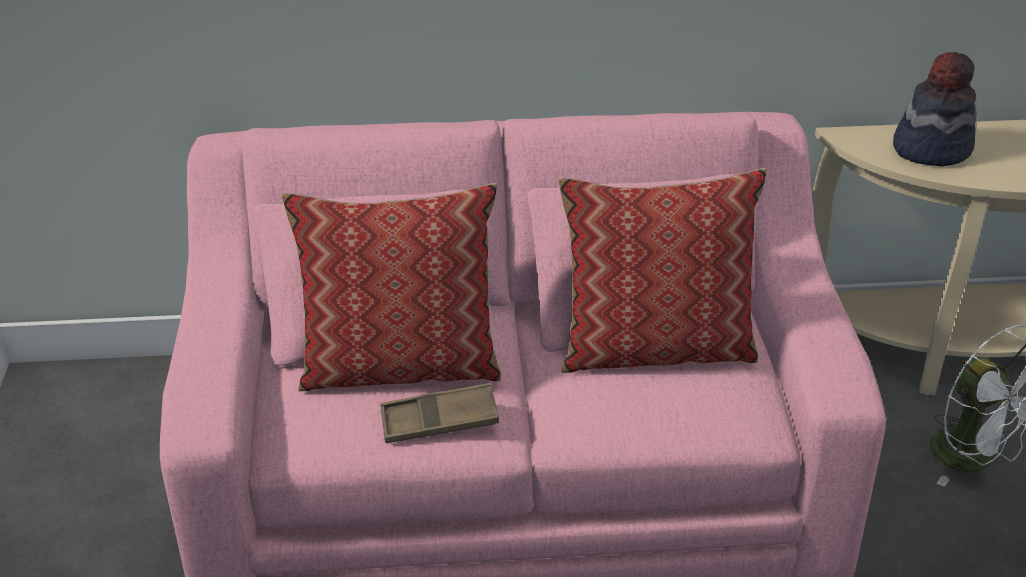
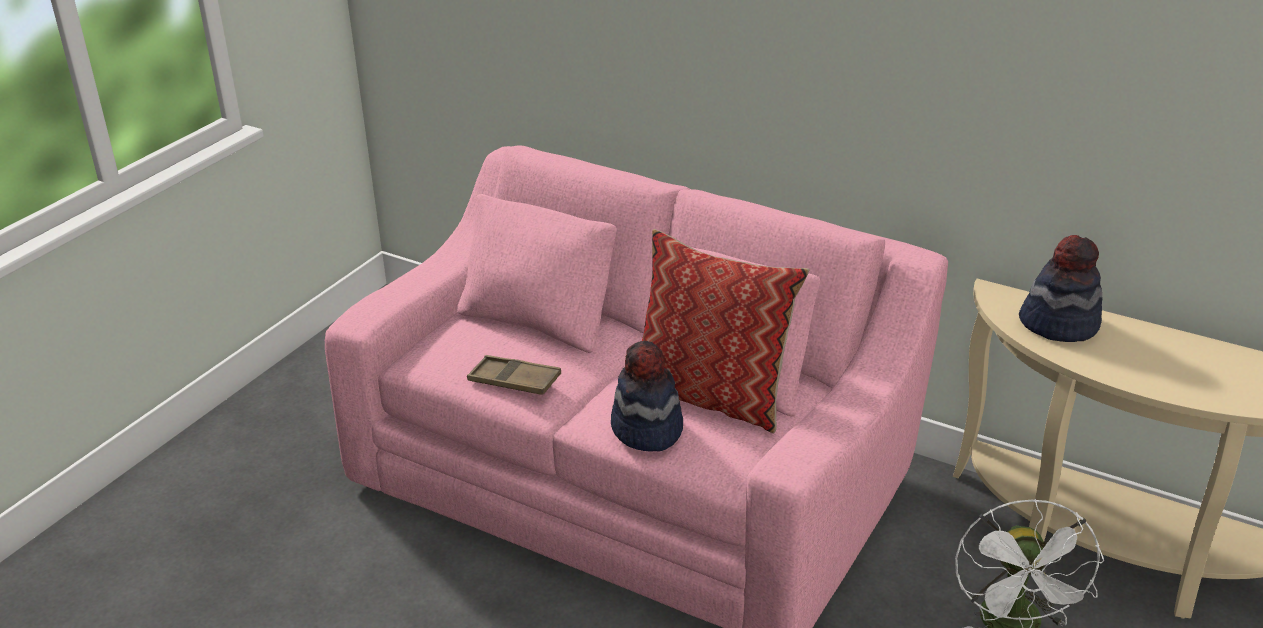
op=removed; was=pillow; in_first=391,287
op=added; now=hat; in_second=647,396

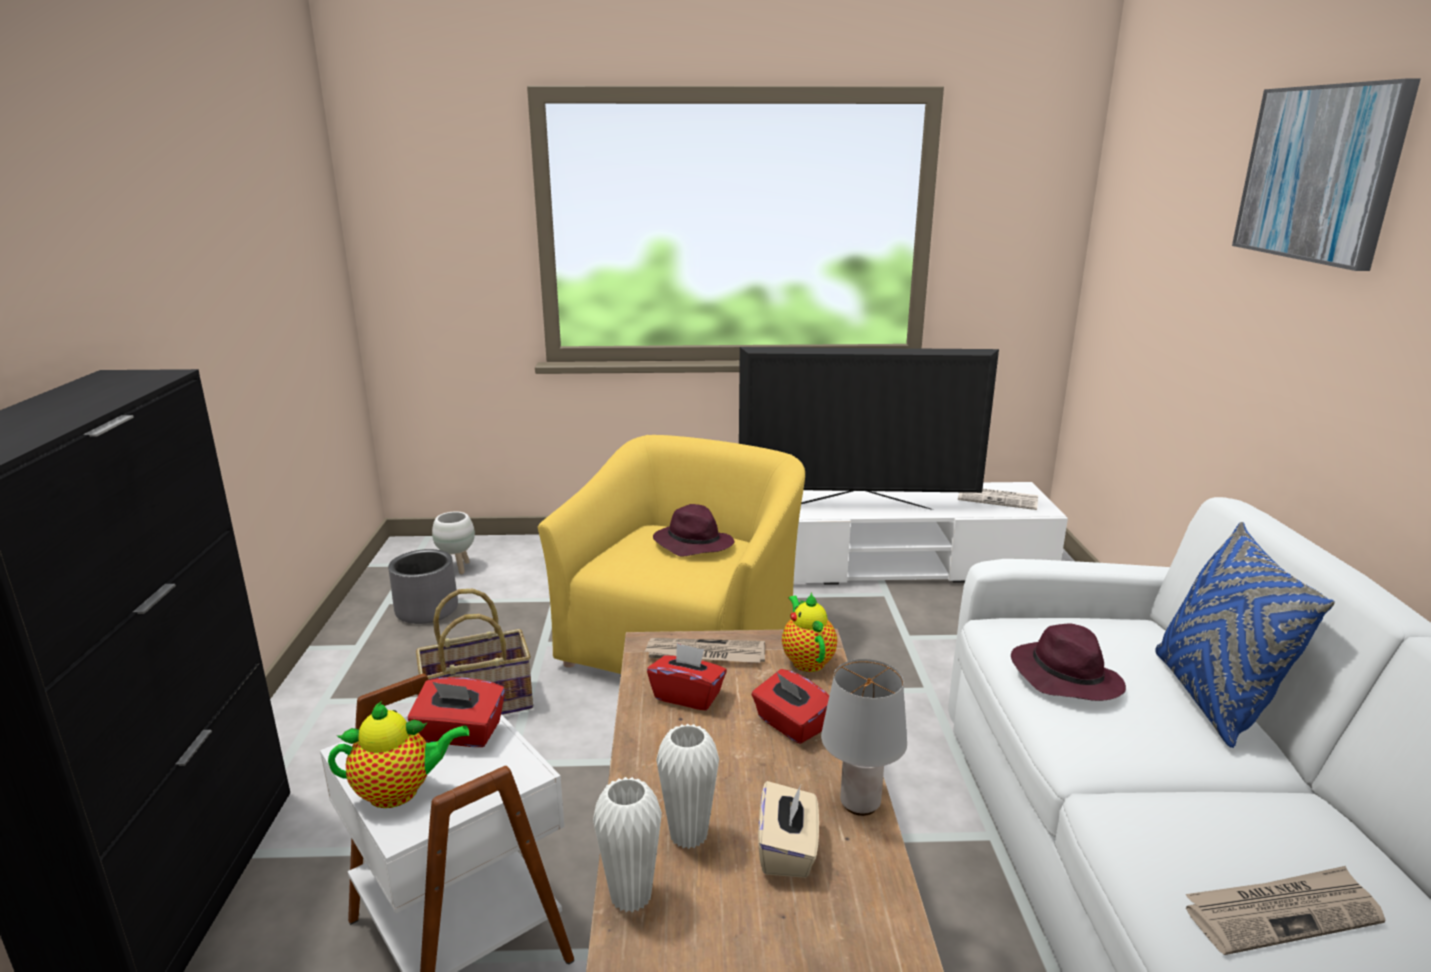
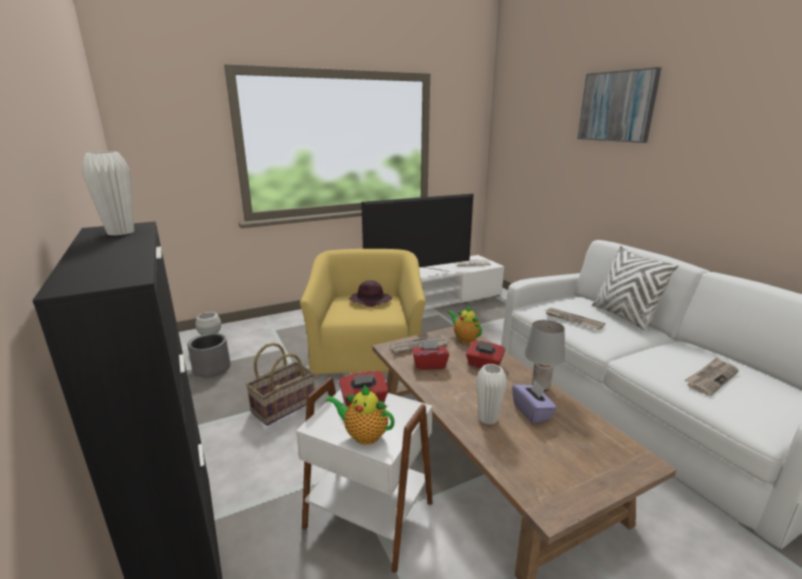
op=recoloured; was=blue pillow; now=white pillow; in_first=1245,635; in_second=635,288
op=replaced; was=purple hat; now=newspaper; in_first=1068,662; in_second=575,319
op=turned; was=teapot; in_first=398,754; in_second=360,415; clockwise=-120
op=moved; was=white vase; in_first=627,844; in_second=108,194
op=recoloured; was=beige tissue box; now=purple tissue box; in_first=788,829; in_second=534,402

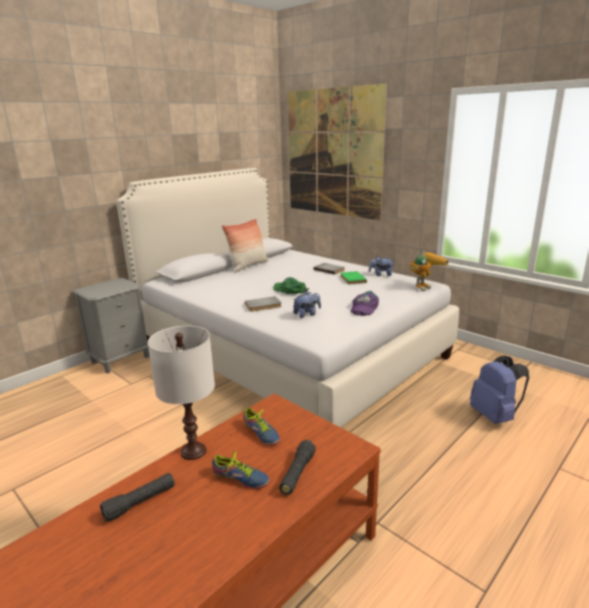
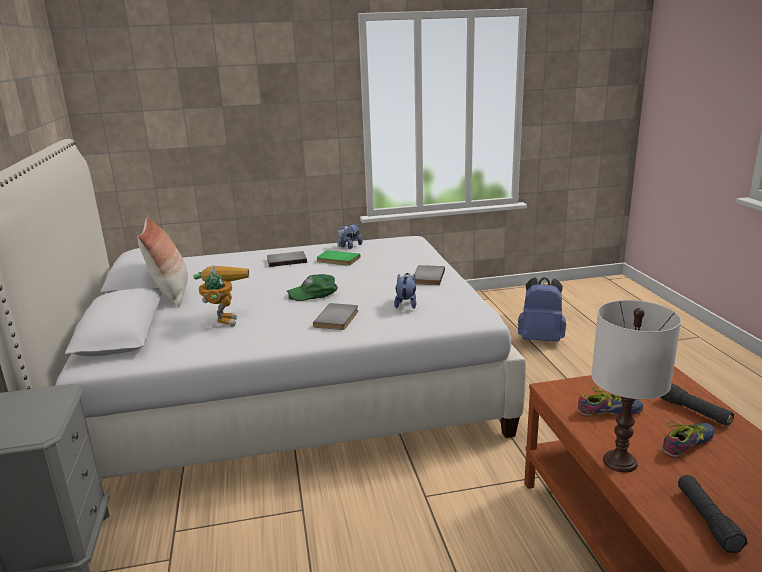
op=removed; was=picture; in_first=337,152
op=moved; was=toy robot; in_first=429,271; in_second=221,296
op=replaced; was=purple cap; now=grey book; in_first=364,303; in_second=429,275

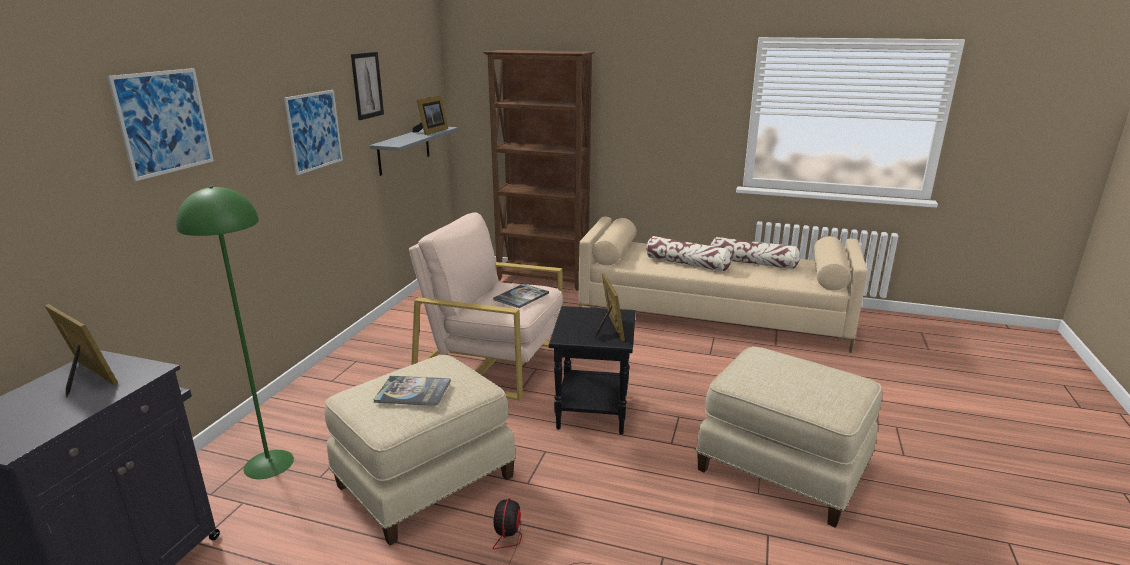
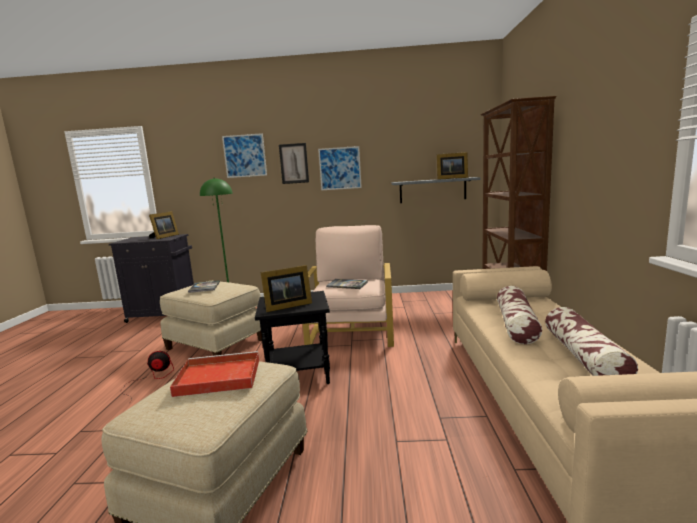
op=moved; was=picture; in_first=367,86; in_second=294,163
op=added; now=red tray; in_second=214,374

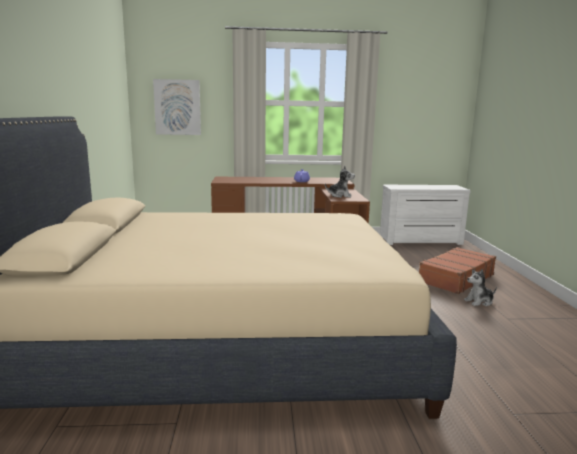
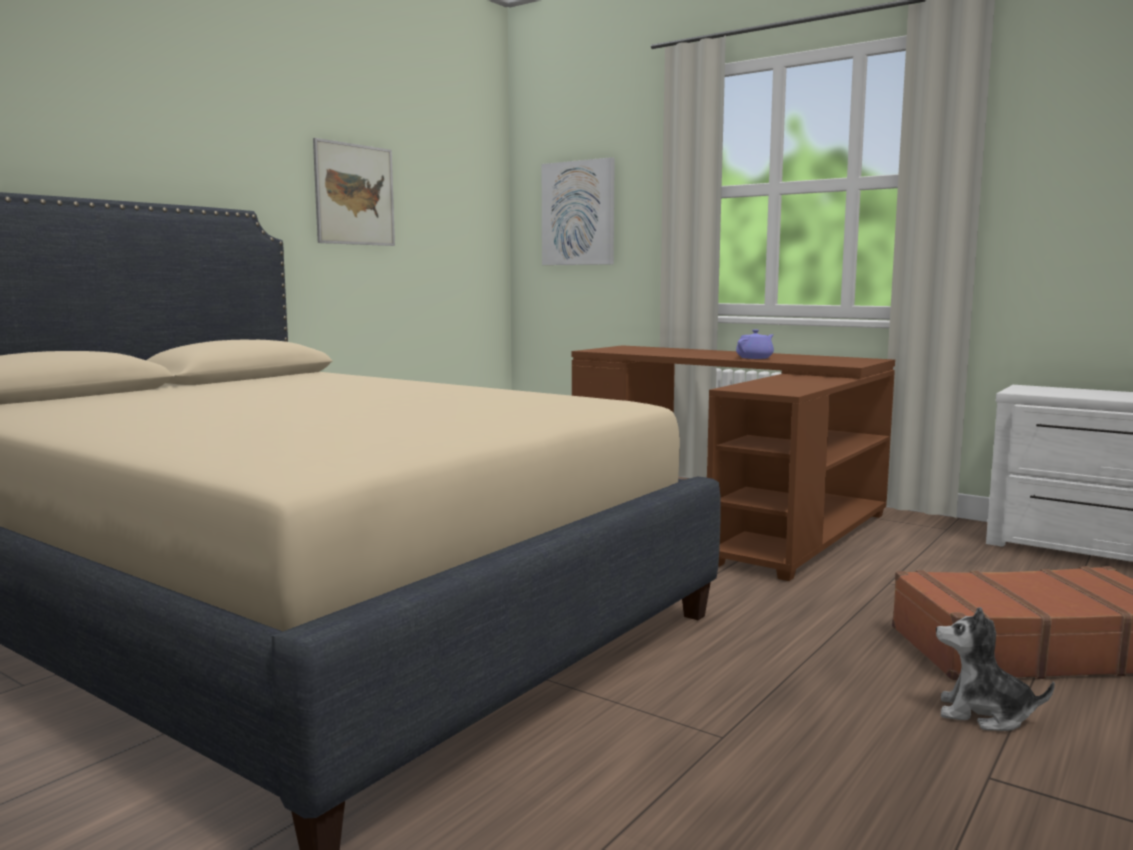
op=removed; was=plush toy; in_first=340,182
op=added; now=picture; in_second=354,192

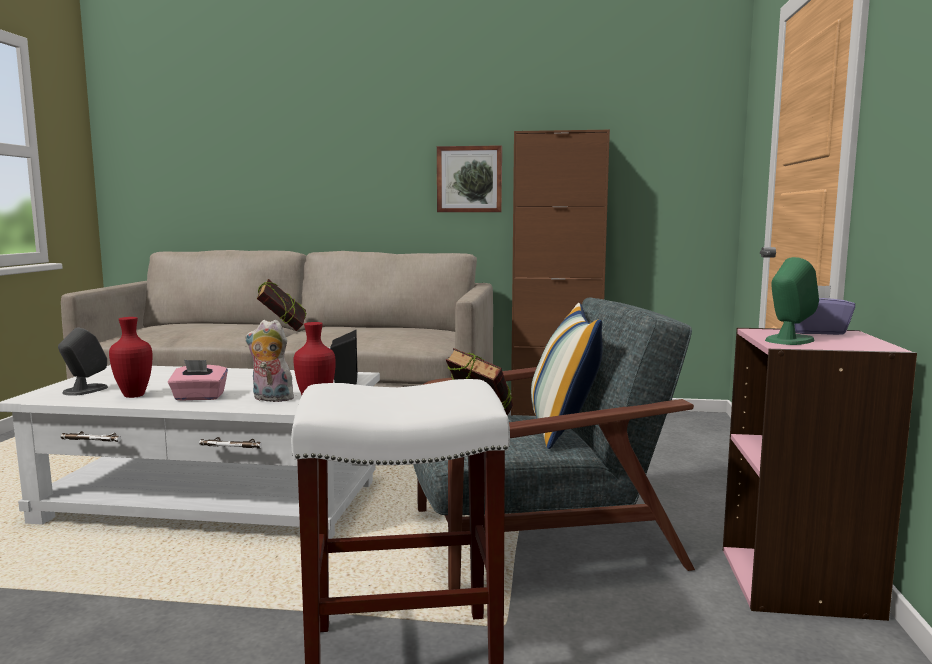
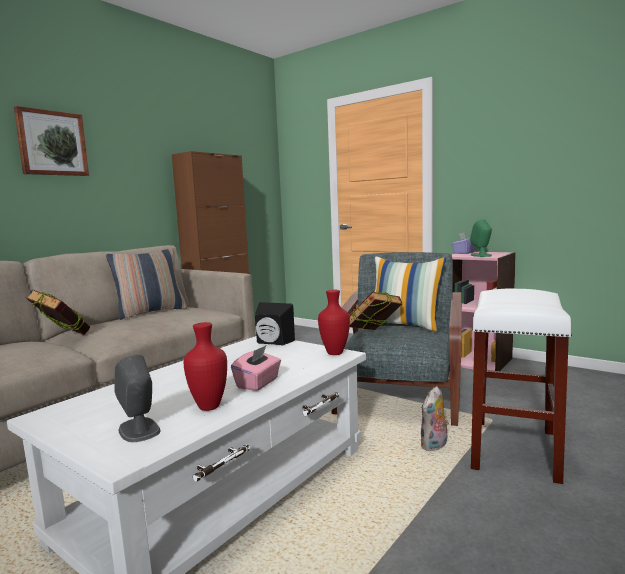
op=moved; was=picture; in_first=469,178; in_second=51,141
op=moved; was=plush toy; in_first=269,361; in_second=435,418
op=added; now=pillow; in_second=146,284

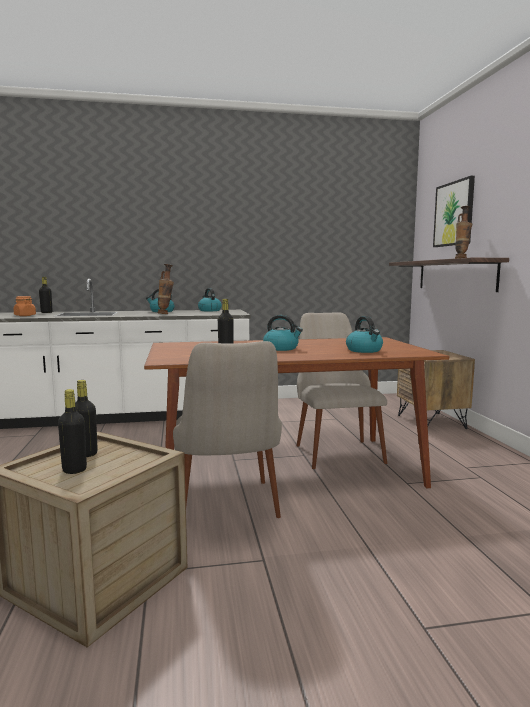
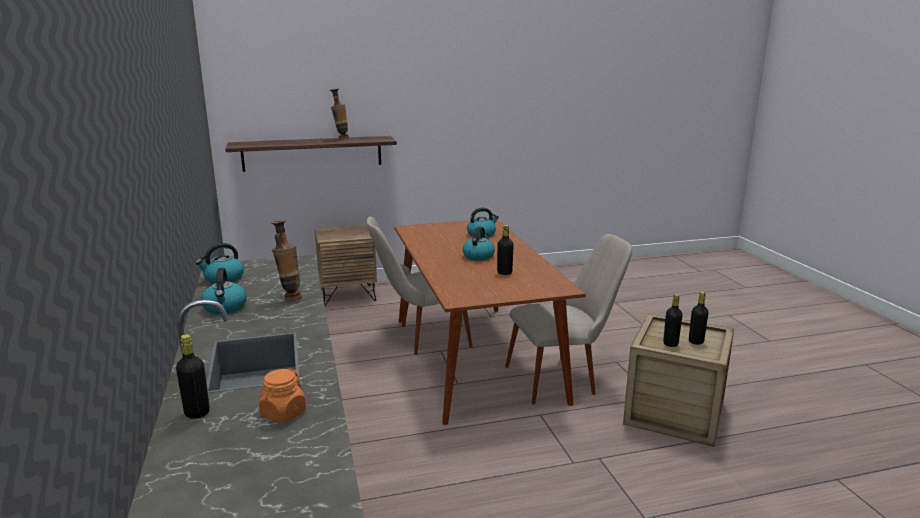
op=removed; was=picture; in_first=454,211

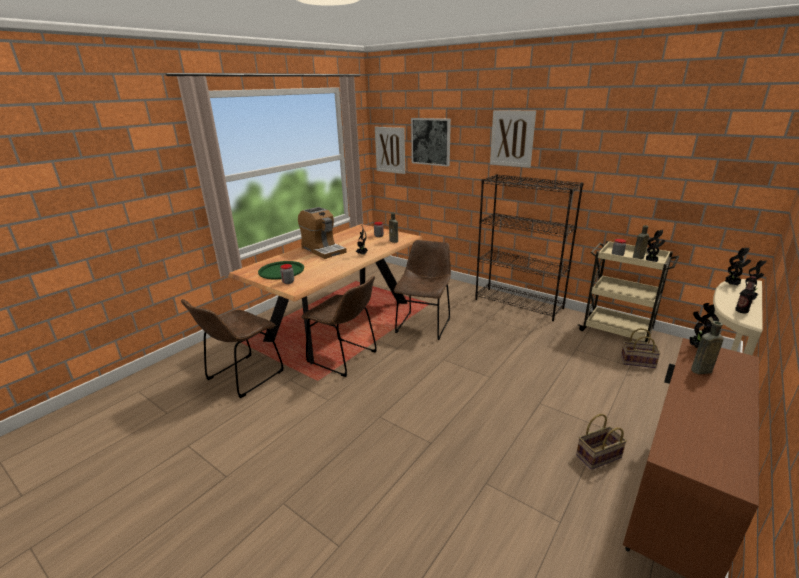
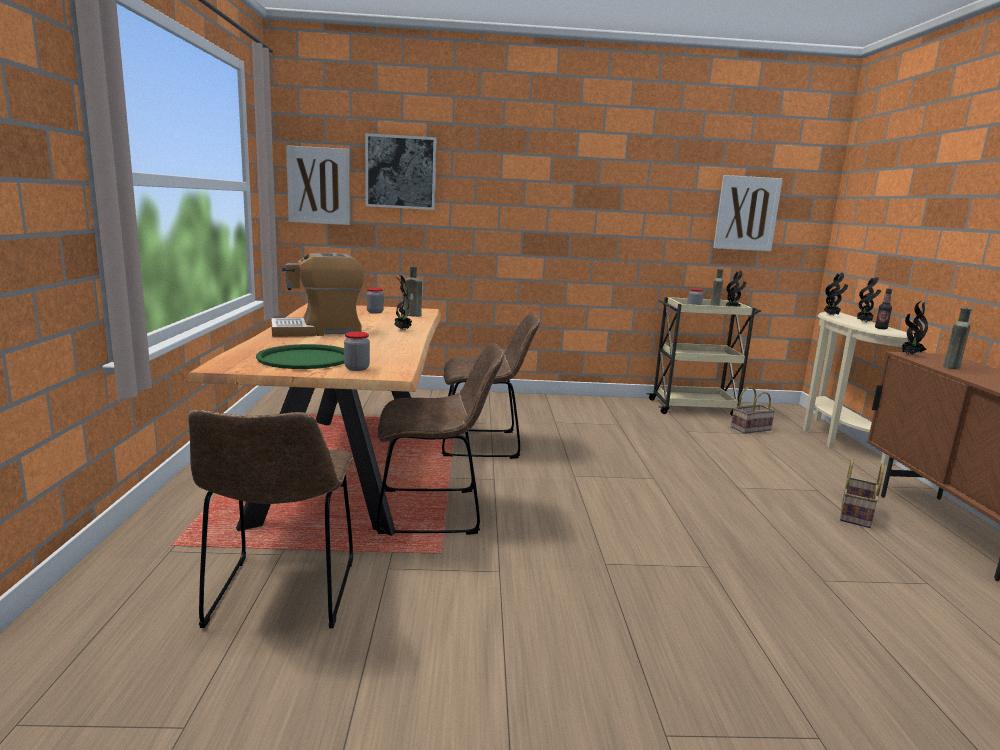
op=moved; was=picture; in_first=513,139; in_second=748,213
op=removed; was=black bookcase; in_first=529,247
op=turned; was=coffee machine; in_first=322,233; in_second=317,295; clockwise=150
op=turned; was=brown chair; in_first=422,290; in_second=491,386; clockwise=105

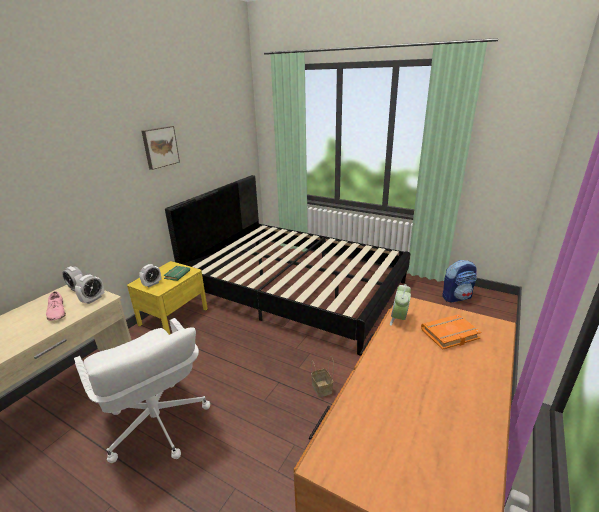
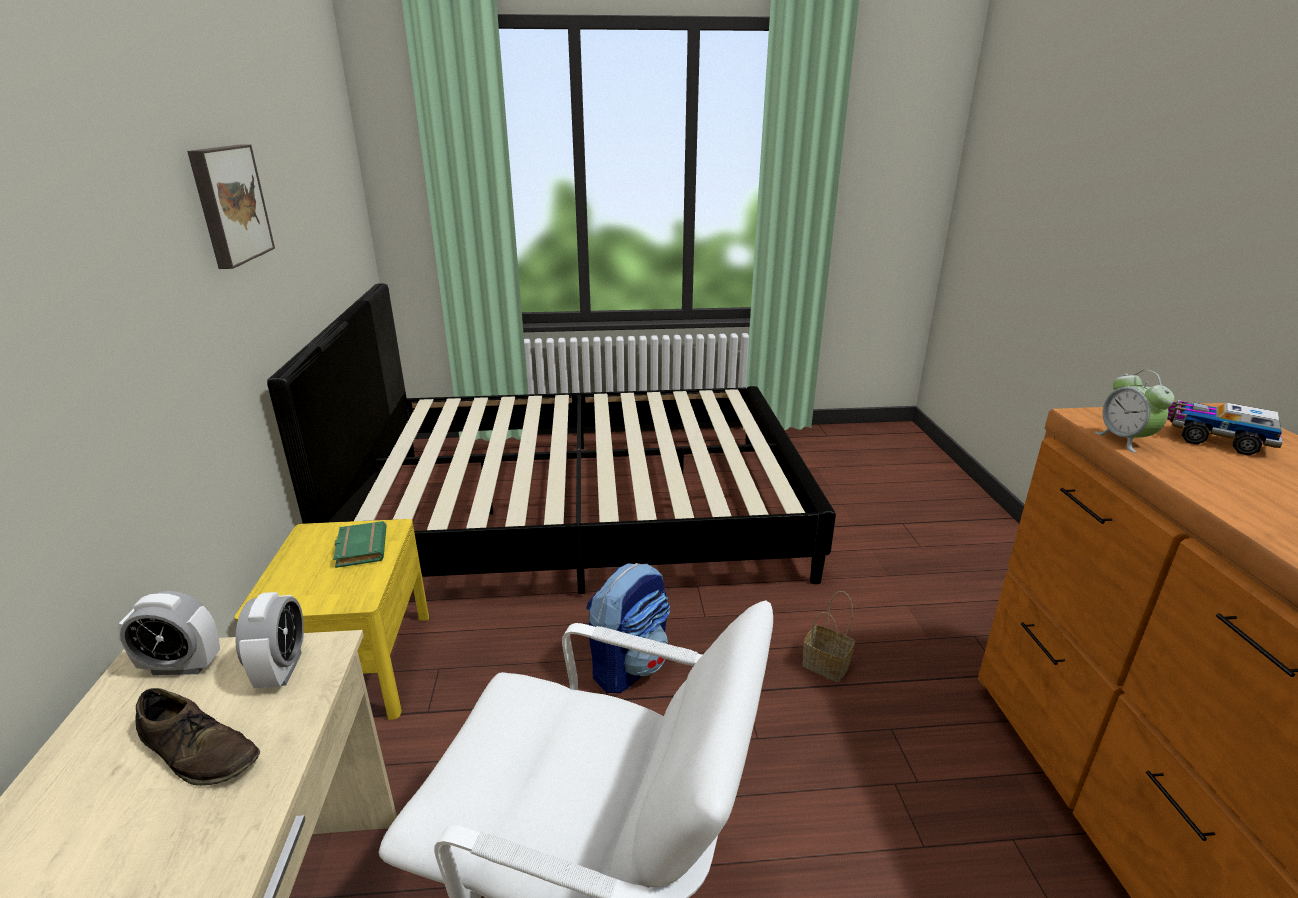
op=moved; was=backpack; in_first=459,281; in_second=628,628
op=removed; was=alarm clock; in_first=150,275
op=recoloured; was=pink shoe; now=brown shoe; in_first=56,306; in_second=198,737
op=replaced; was=orange book; now=toy truck; in_first=451,332; in_second=1225,428

